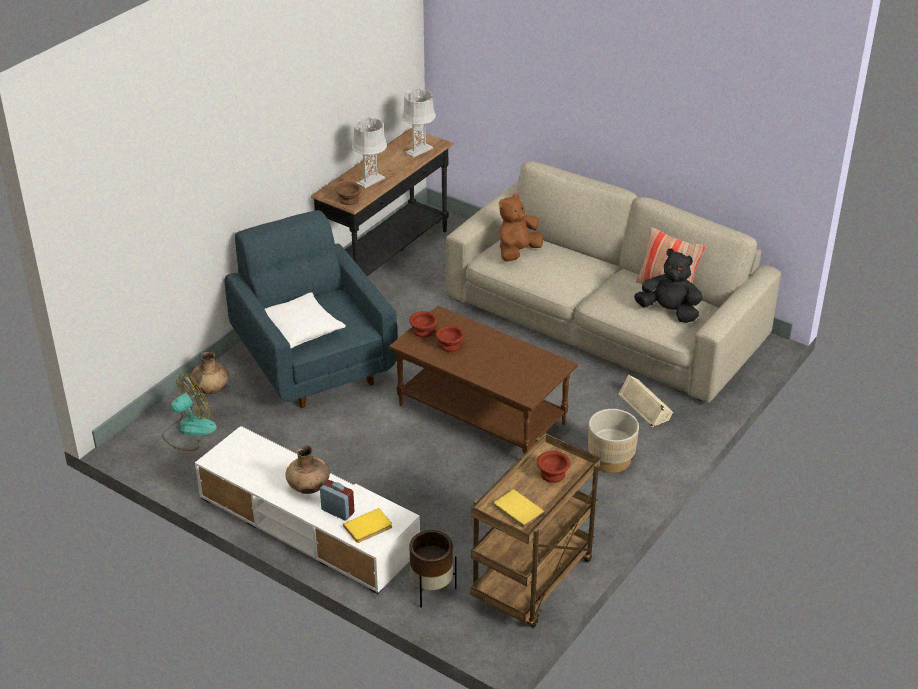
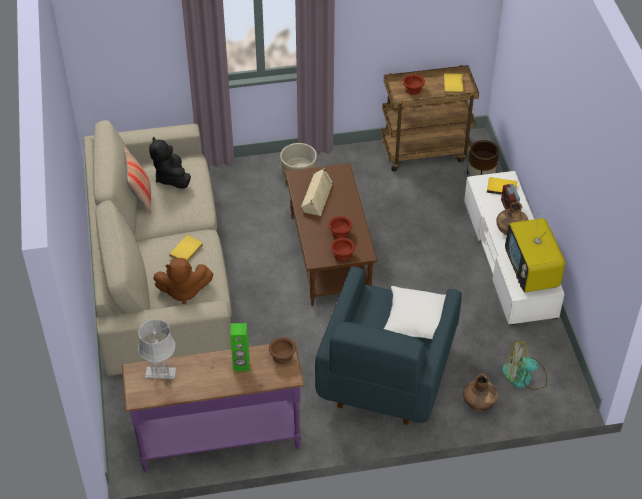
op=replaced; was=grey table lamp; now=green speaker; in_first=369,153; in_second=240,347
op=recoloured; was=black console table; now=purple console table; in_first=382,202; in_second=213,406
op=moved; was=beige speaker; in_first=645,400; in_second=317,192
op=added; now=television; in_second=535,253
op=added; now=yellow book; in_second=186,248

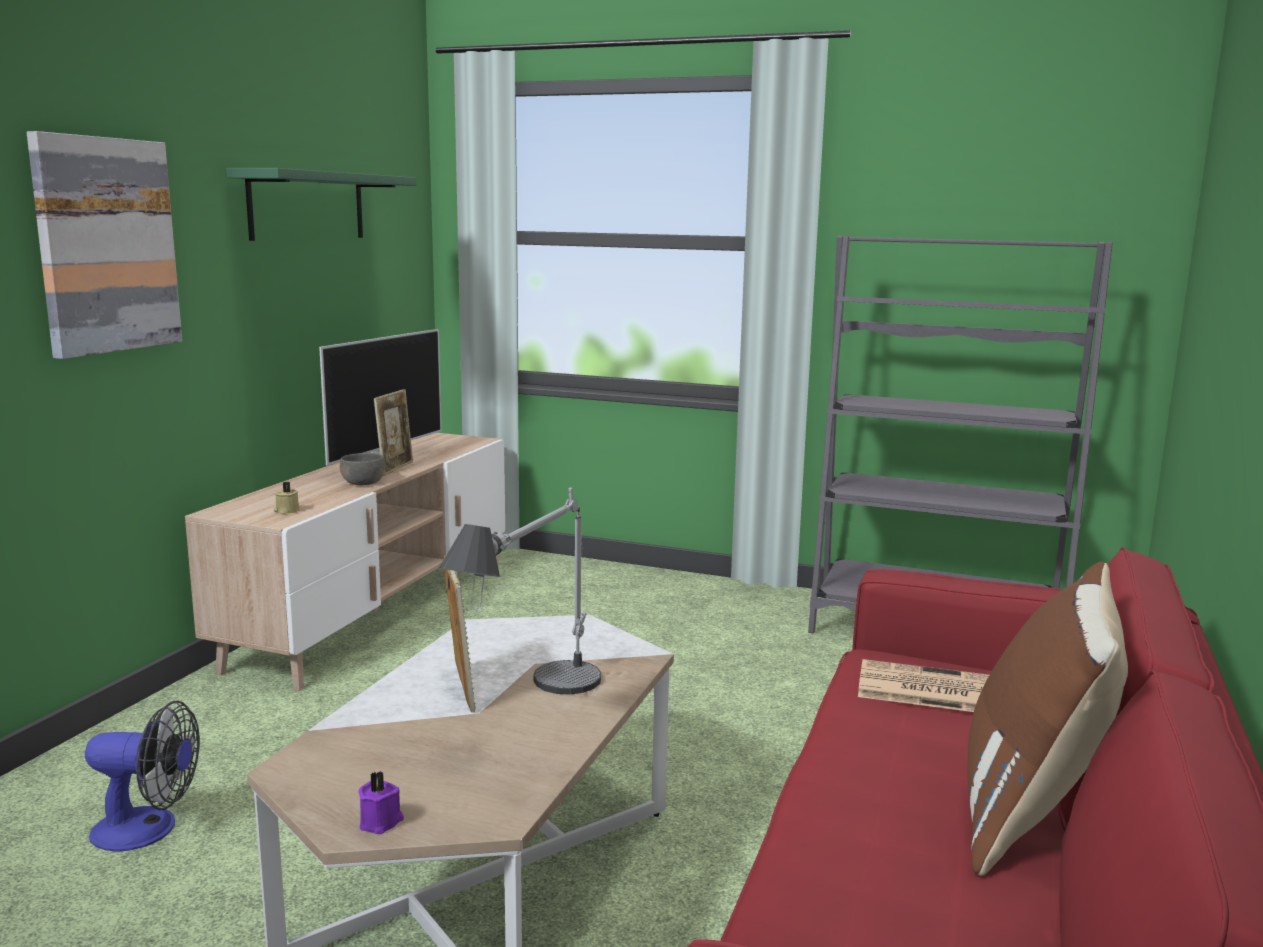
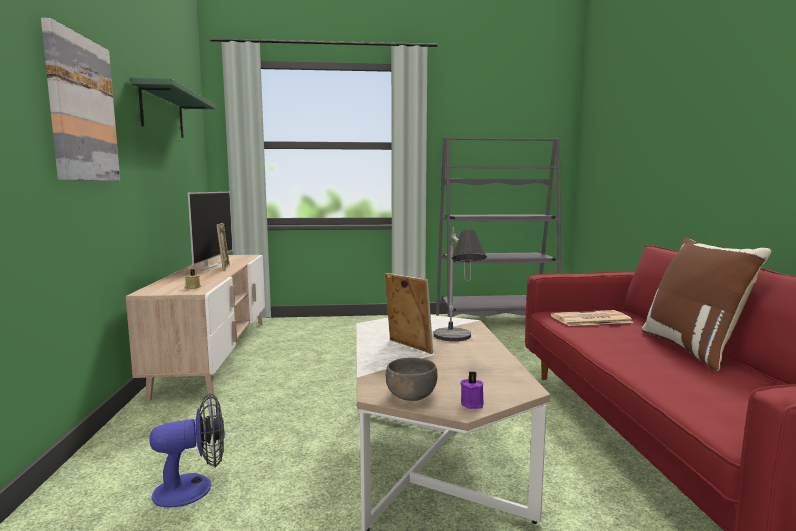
op=moved; was=grey bowl; in_first=362,469; in_second=411,379

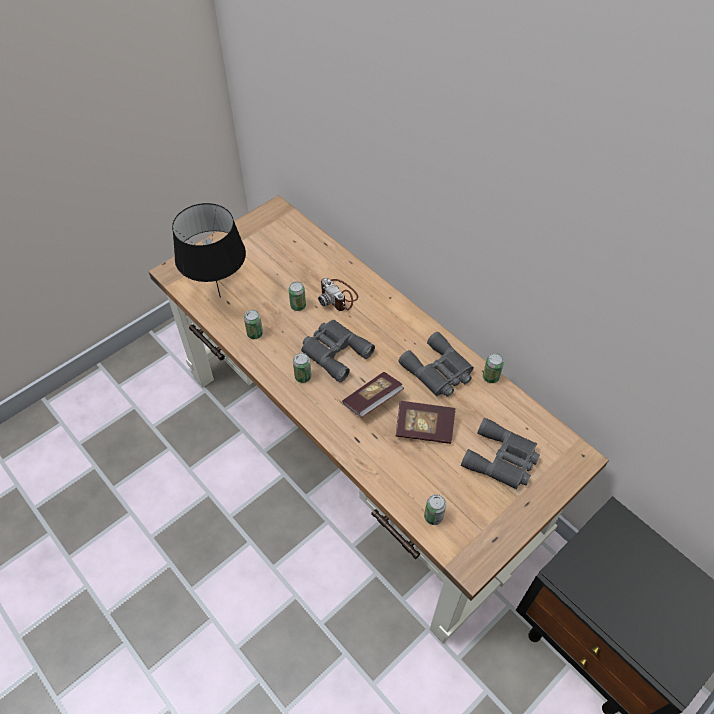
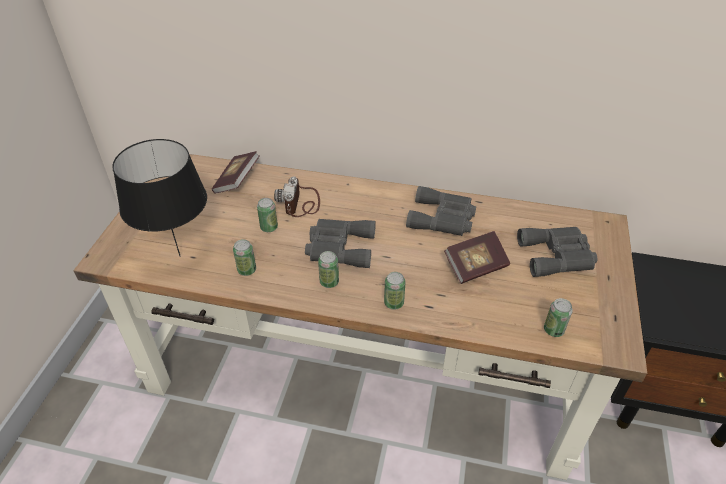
op=turned; was=photo camera; in_first=338,294; in_second=297,196; clockwise=75
op=moved; was=can; in_first=493,368; in_second=395,291
op=moved; was=book; in_first=373,395; in_second=235,172

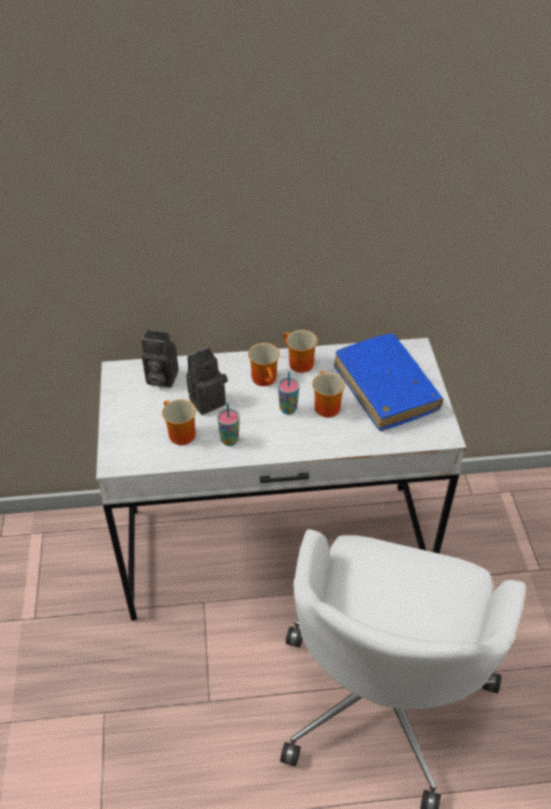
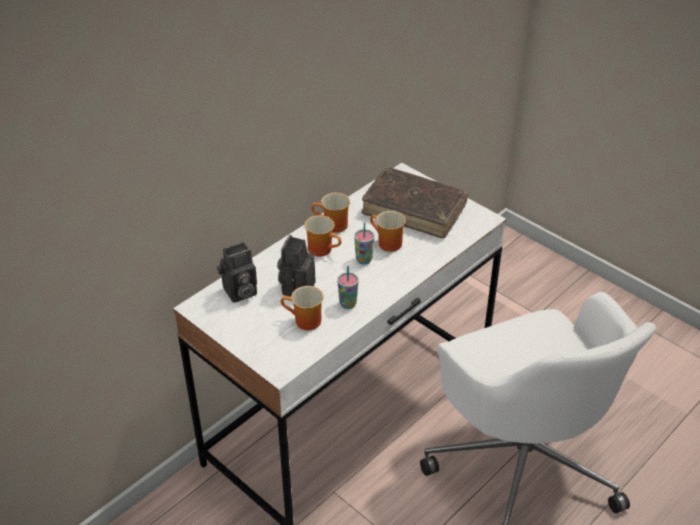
op=recoloured; was=blue book; now=brown book; in_first=388,382; in_second=415,202

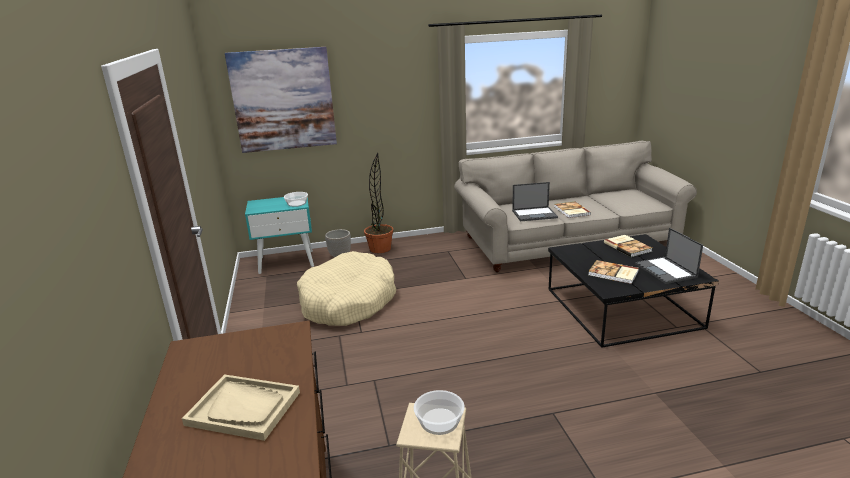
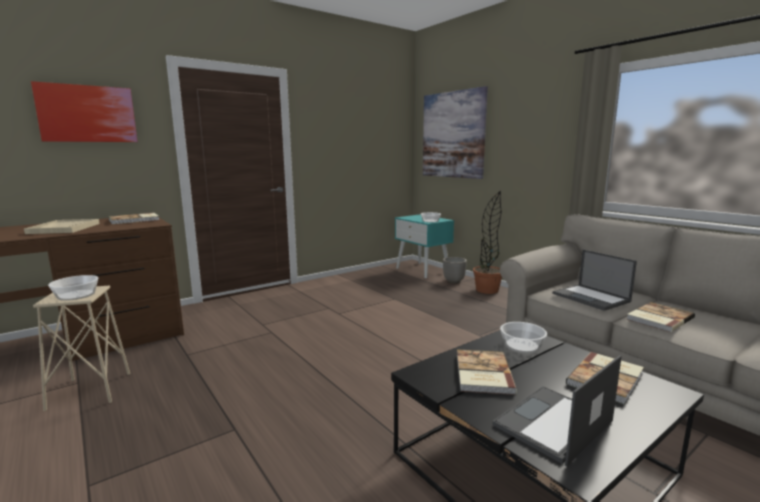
op=removed; was=beige dog bed; in_first=346,288
op=added; now=picture; in_second=84,111
op=added; now=book; in_second=134,218
op=added; now=bowl; in_second=523,337

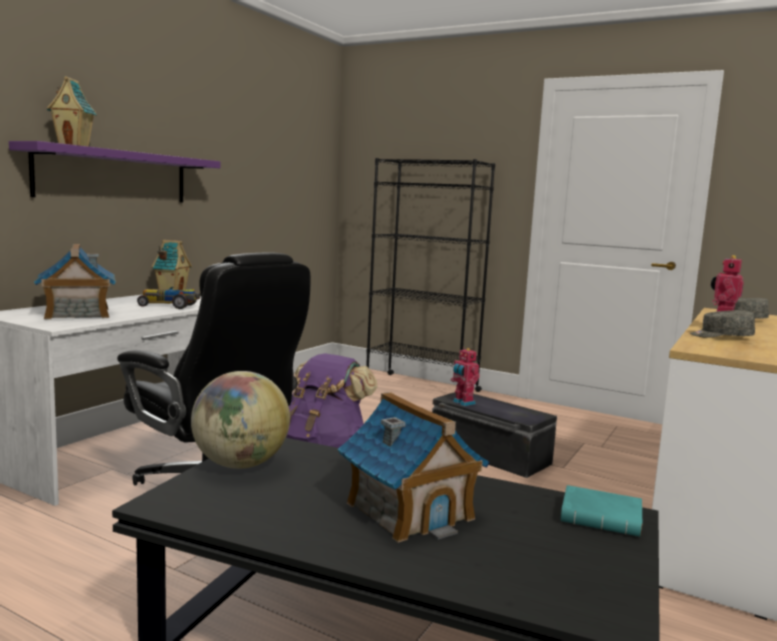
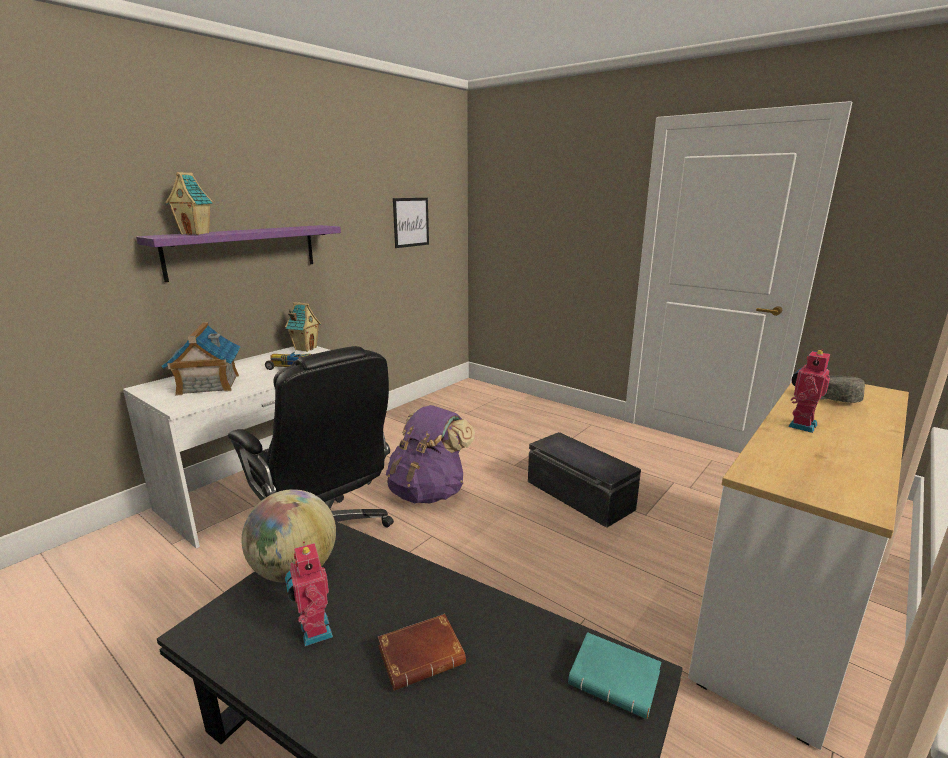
op=removed; was=black bookcase; in_first=430,275
op=removed; was=grey cap; in_first=722,324
op=moved; was=toy robot; in_first=465,376; in_second=309,593
op=replaced; was=toy house; now=brown book; in_first=413,467; in_second=422,652
op=added; now=picture; in_second=411,223

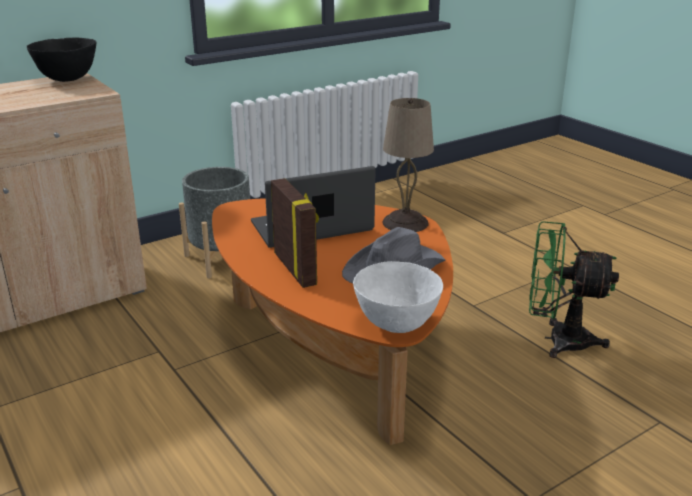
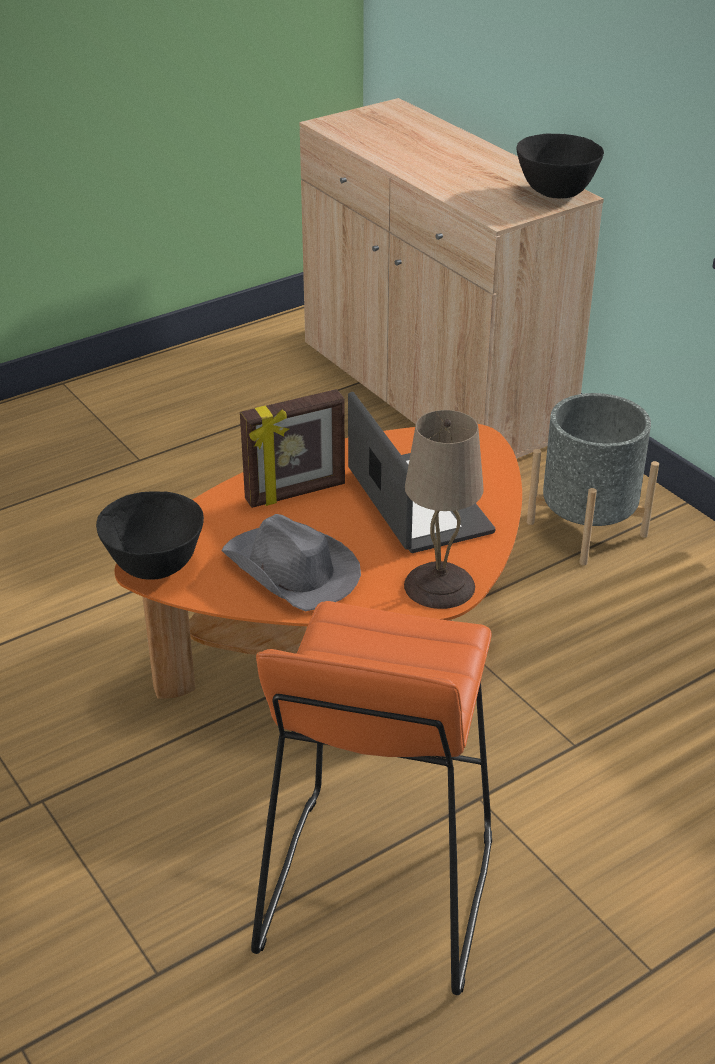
op=replaced; was=green fan; now=orange stool; in_first=574,289; in_second=371,798
op=recoloured; was=white bowl; now=black bowl; in_first=398,297; in_second=150,535

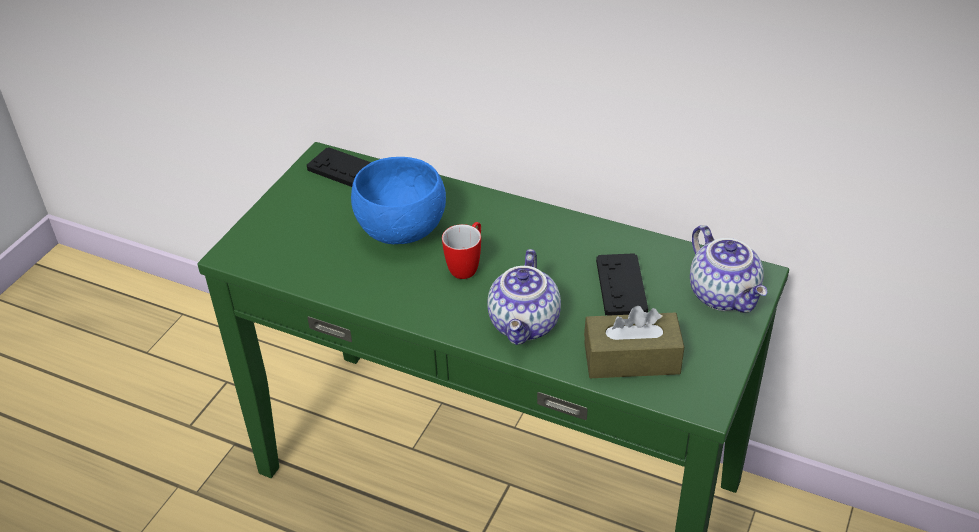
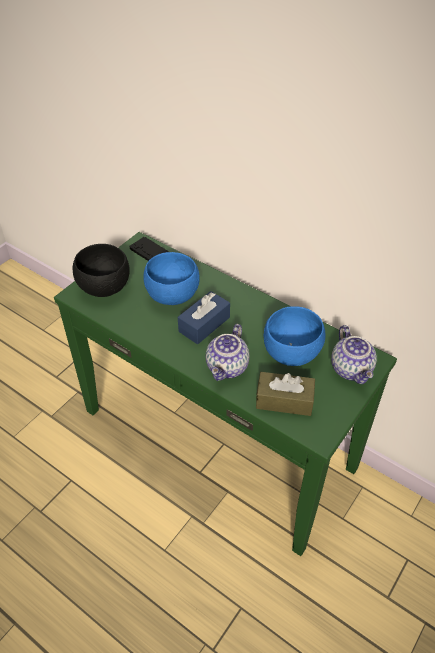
op=replaced; was=mug; now=blue tissue box; in_first=461,250; in_second=204,317
op=replaced; was=black game controller; now=blue bowl; in_first=622,284; in_second=294,336
op=added; now=black bowl; in_second=101,270

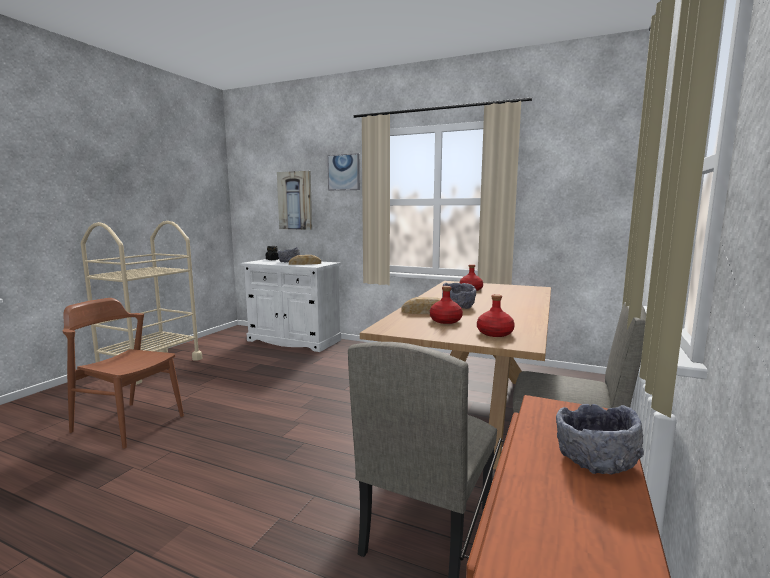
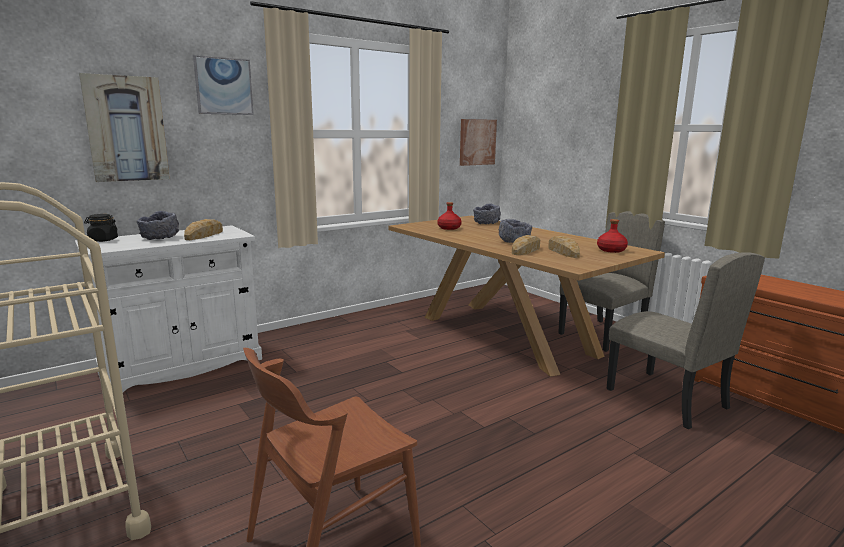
op=replaced; was=red bottle; now=bread; in_first=446,305; in_second=564,247
op=moved; was=grey bowl; in_first=600,439; in_second=487,213
op=added; now=picture; in_second=478,142

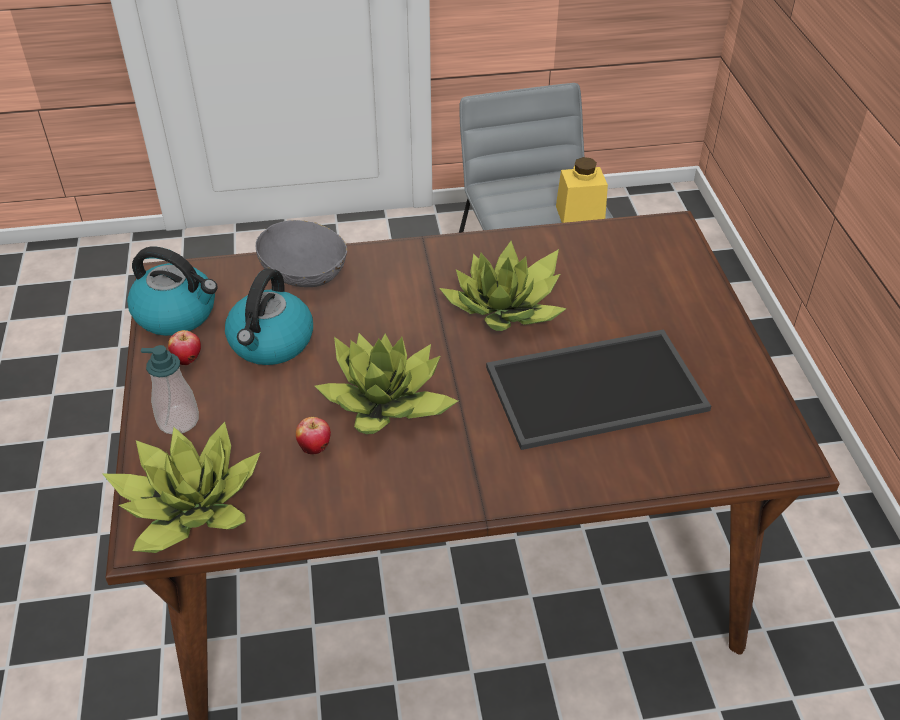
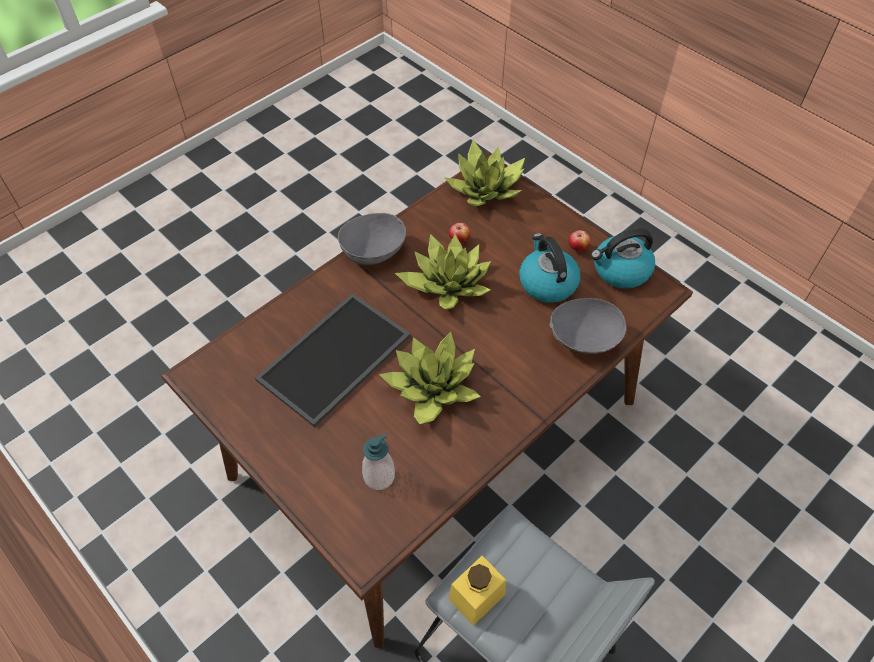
op=moved; was=soap dispenser; in_first=170,389; in_second=378,461
op=added; now=grey bowl; in_second=372,239

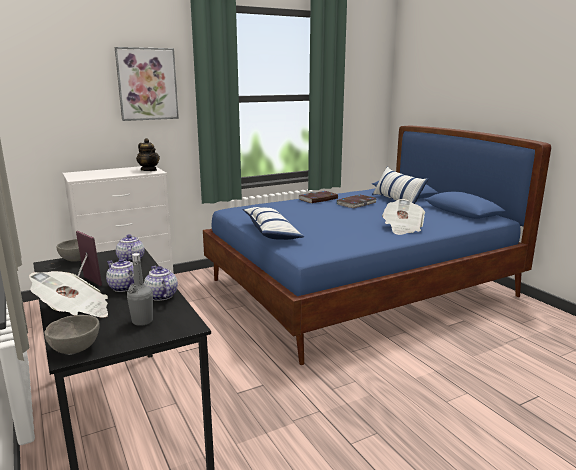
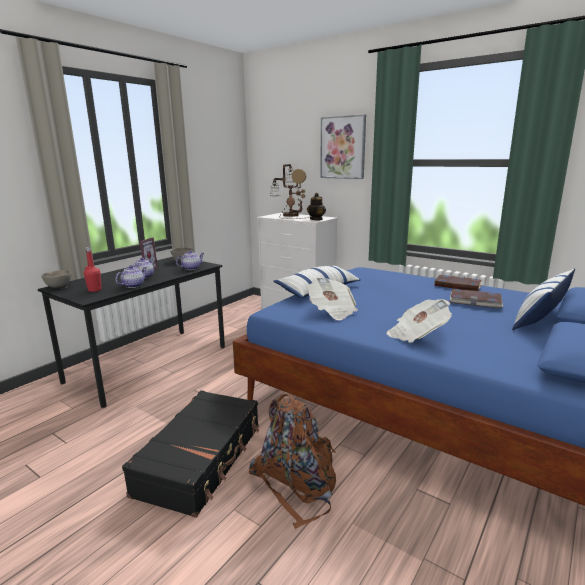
op=recoloured; was=grey bottle; now=red bottle; in_first=140,289; in_second=93,269
op=moved; was=newspaper; in_first=68,294; in_second=333,299
op=added; now=table lamp; in_second=289,191
op=added; now=black suitcase; in_second=190,454
op=added; now=brown backpack; in_second=292,461

